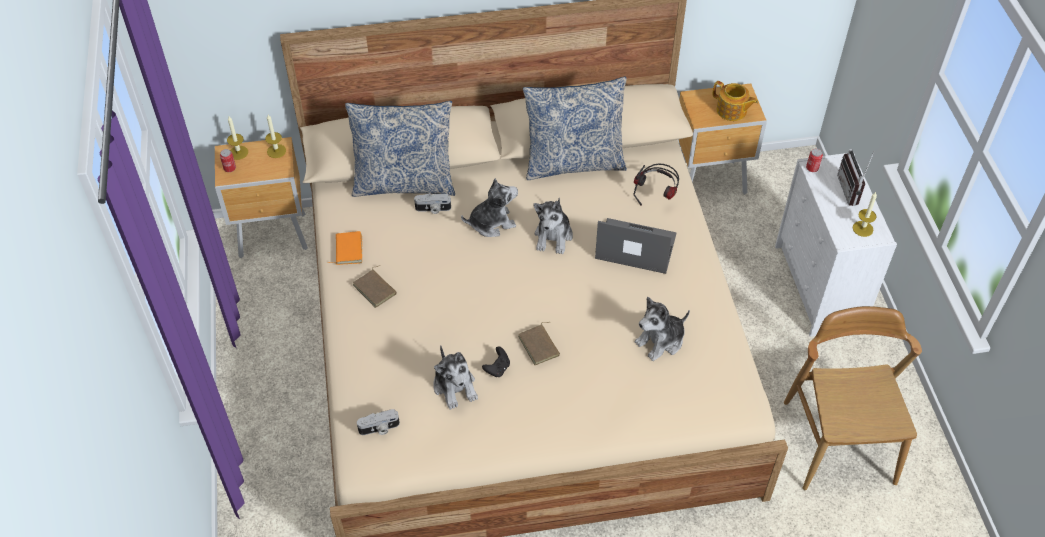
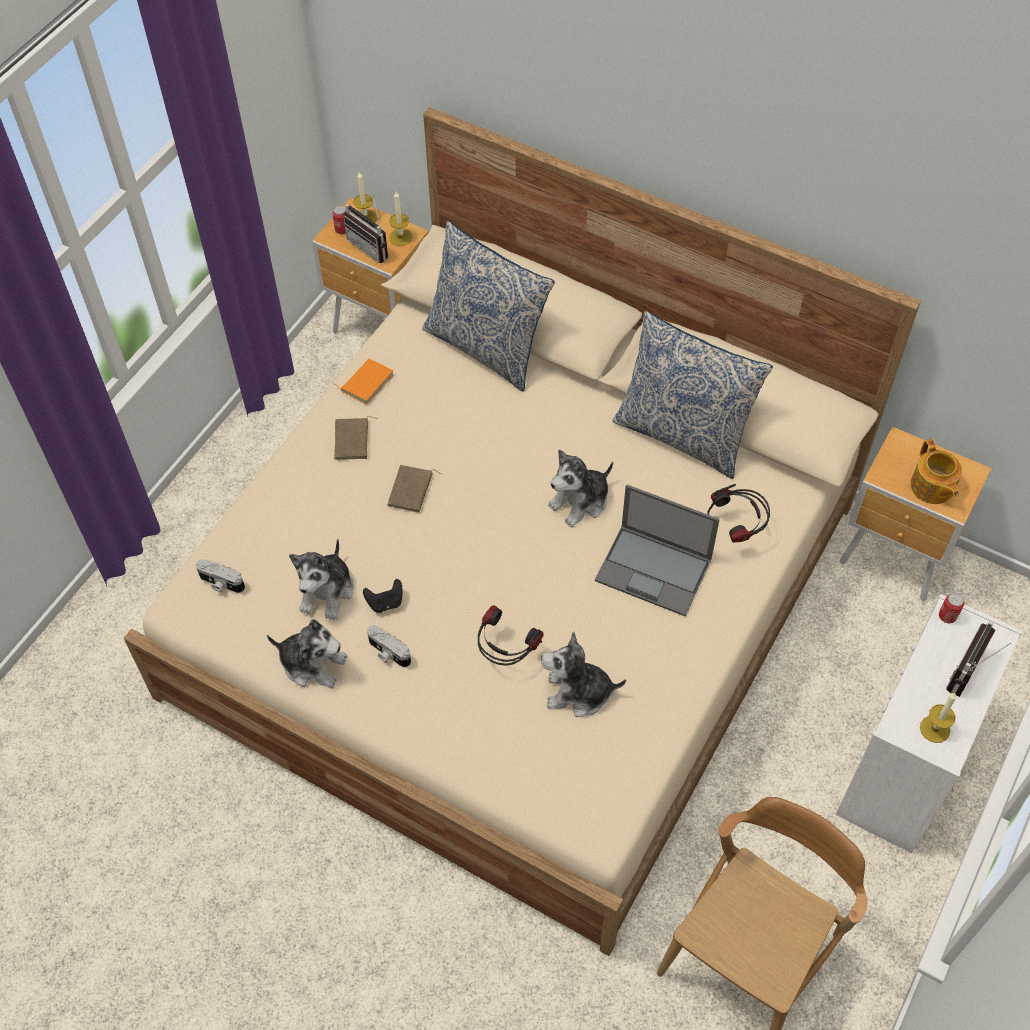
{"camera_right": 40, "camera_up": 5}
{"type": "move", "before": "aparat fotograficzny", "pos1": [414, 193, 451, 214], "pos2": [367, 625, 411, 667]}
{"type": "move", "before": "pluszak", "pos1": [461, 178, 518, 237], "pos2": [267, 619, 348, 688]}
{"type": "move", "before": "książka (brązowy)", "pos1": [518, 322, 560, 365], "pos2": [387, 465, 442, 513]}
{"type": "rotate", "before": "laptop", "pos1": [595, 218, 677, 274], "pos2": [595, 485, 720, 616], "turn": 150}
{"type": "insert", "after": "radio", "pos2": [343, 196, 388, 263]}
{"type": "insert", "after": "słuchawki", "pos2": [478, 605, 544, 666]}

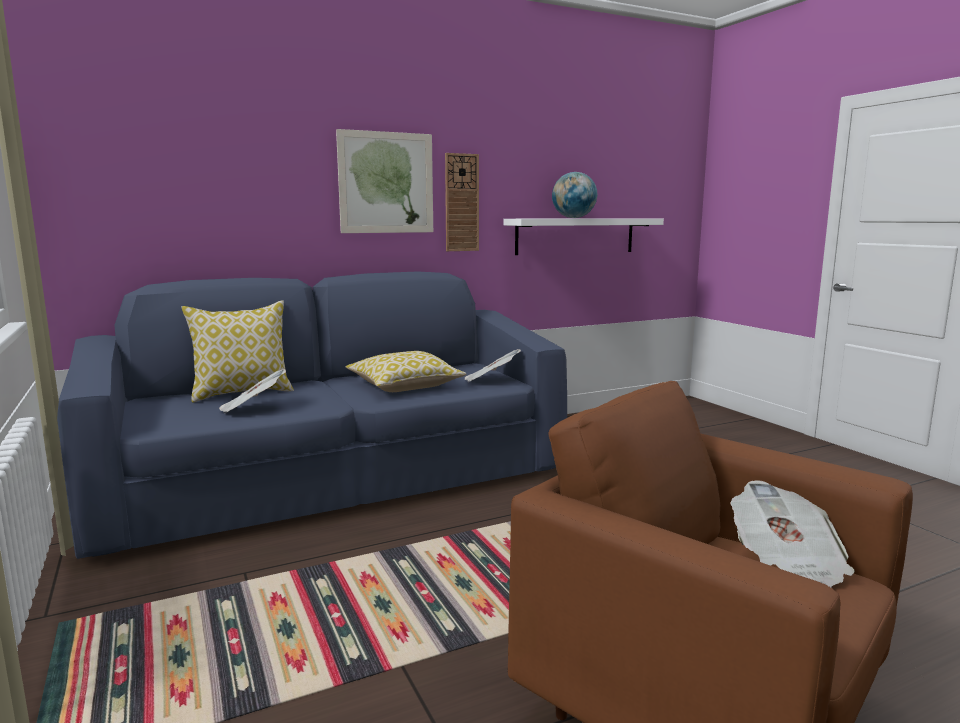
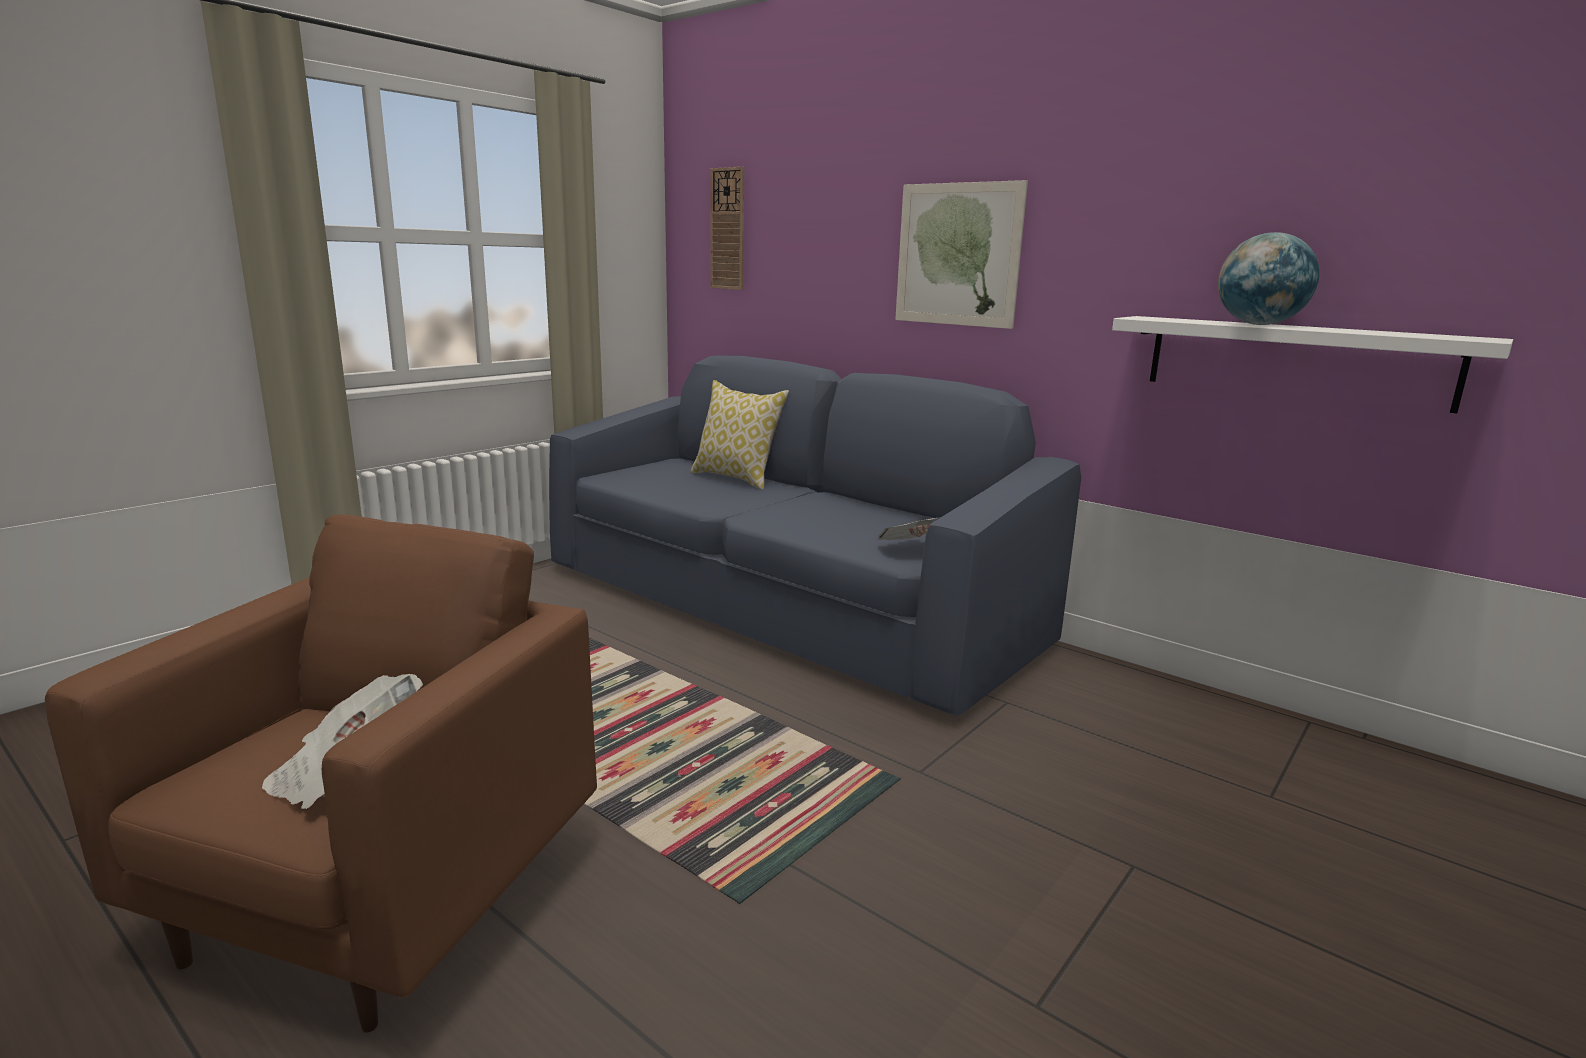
{"camera_right": 65, "camera_up": 5}
{"type": "delete", "before": "gazeta", "pos1": [219, 369, 286, 414]}
{"type": "delete", "before": "poduszka", "pos1": [346, 351, 467, 392]}
{"type": "move", "before": "zegar ścienny", "pos1": [445, 153, 479, 251], "pos2": [710, 167, 744, 290]}

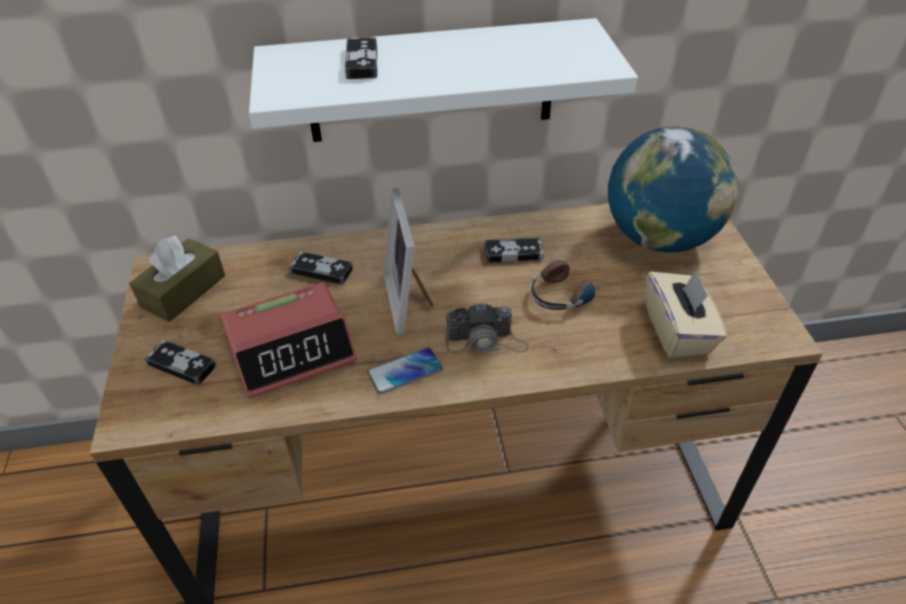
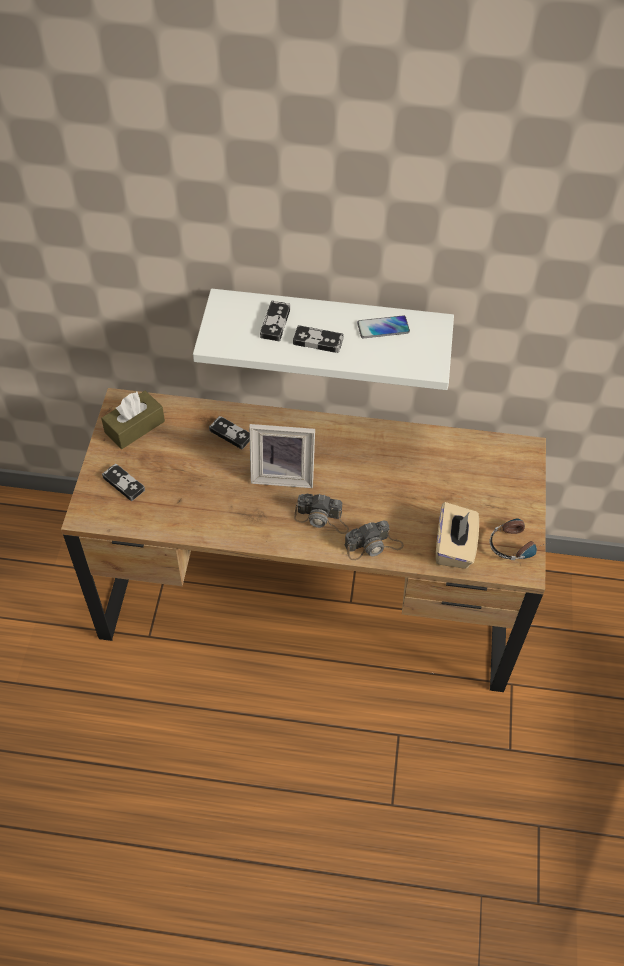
{"camera_right": 15, "camera_up": 10}
{"type": "delete", "before": "budzik", "pos1": [221, 282, 357, 398]}
{"type": "move", "before": "telefon", "pos1": [367, 347, 443, 394], "pos2": [357, 315, 410, 338]}
{"type": "rotate", "before": "ramka na zdjęcie", "pos1": [384, 188, 433, 335], "pos2": [249, 424, 315, 488], "turn": -90}
{"type": "move", "before": "pad do gier", "pos1": [485, 238, 544, 263], "pos2": [293, 325, 344, 353]}
{"type": "move", "before": "słuchawki", "pos1": [530, 260, 612, 310], "pos2": [490, 519, 547, 560]}
{"type": "delete", "before": "globus", "pos1": [608, 126, 739, 252]}
{"type": "insert", "after": "aparat fotograficzny", "pos2": [345, 520, 404, 560]}

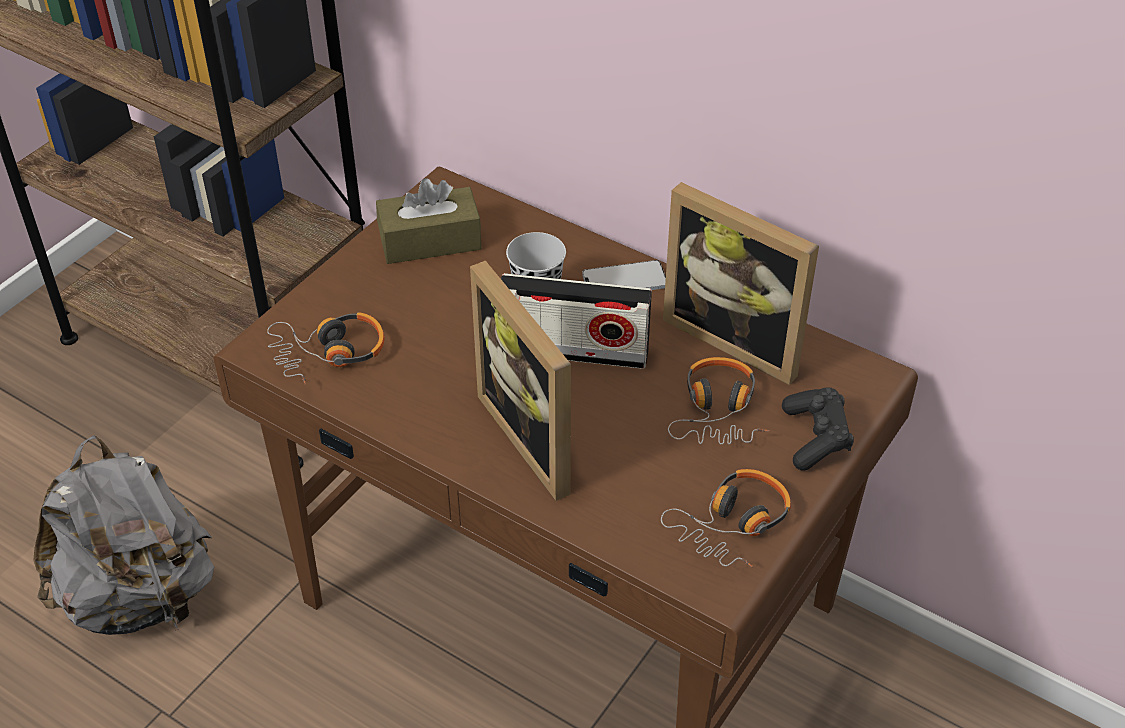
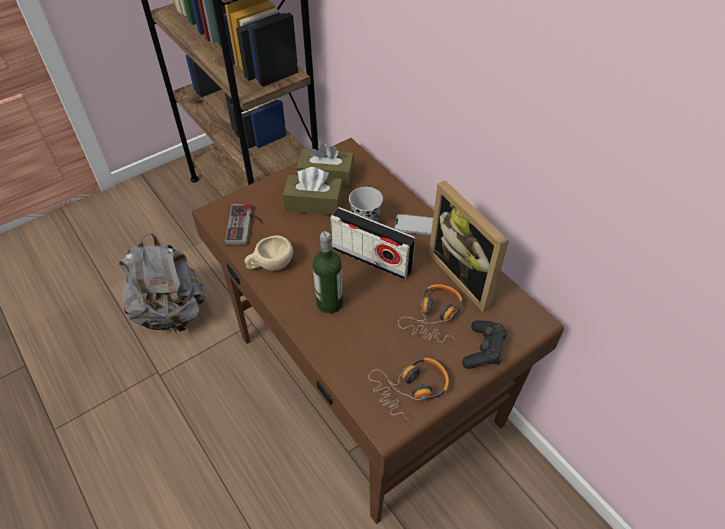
{"camera_right": 20, "camera_up": 5}
{"type": "replace", "before": "słuchawki", "after": "pad do gier", "pos1": [267, 312, 384, 385], "pos2": [225, 204, 263, 245]}
{"type": "replace", "before": "ramka na zdjęcie", "after": "butelka", "pos1": [470, 261, 571, 501], "pos2": [313, 231, 343, 314]}
{"type": "insert", "after": "filiżanka (beżowy)", "pos2": [244, 236, 293, 271]}
{"type": "insert", "after": "pudełko chusteczek (brązowy)", "pos2": [283, 167, 343, 216]}

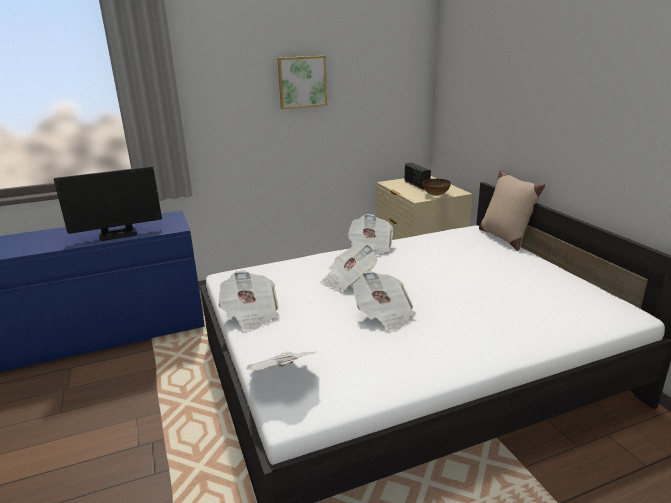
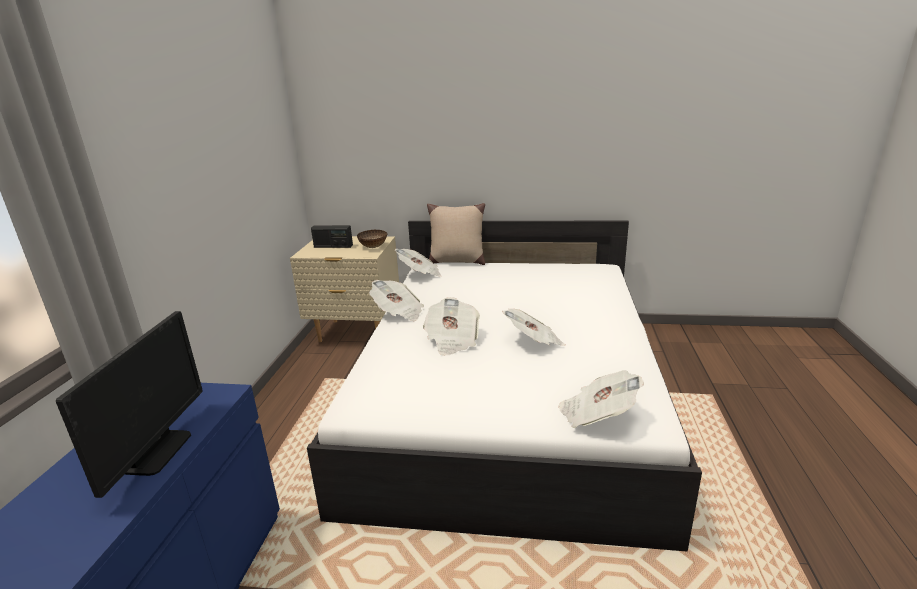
{"camera_right": -60, "camera_up": 0}
{"type": "move", "before": "gazeta", "pos1": [218, 270, 279, 332], "pos2": [395, 249, 441, 276]}
{"type": "delete", "before": "obraz", "pos1": [277, 56, 327, 109]}

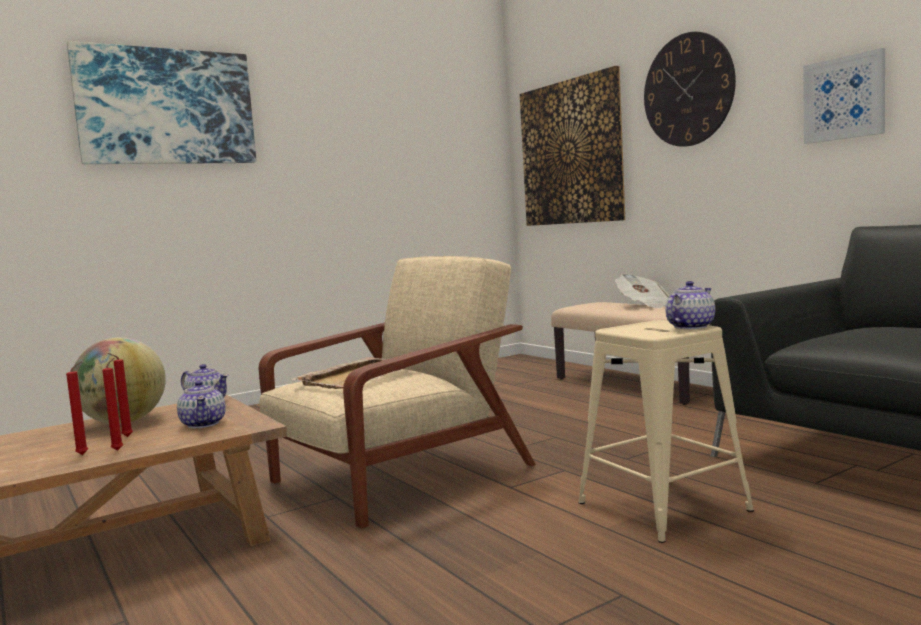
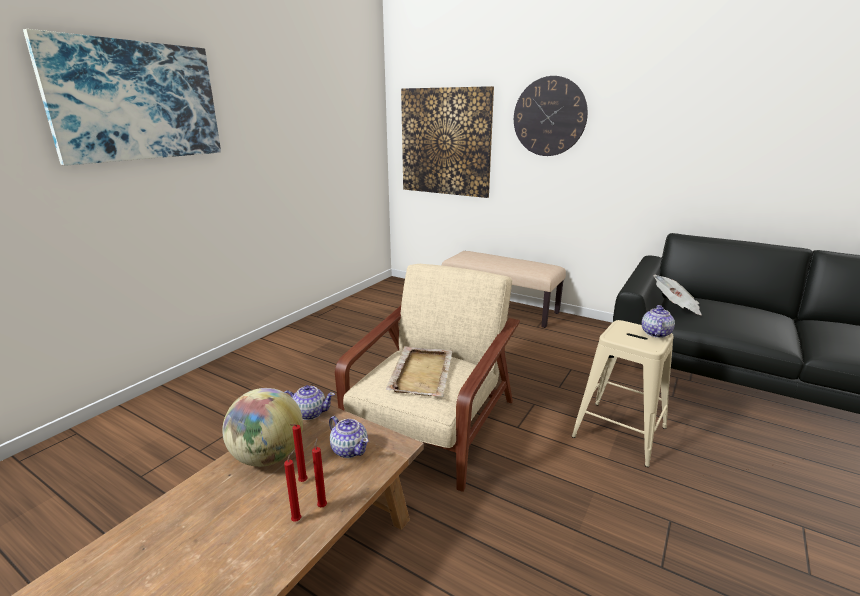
{"camera_right": -25, "camera_up": 15}
{"type": "move", "before": "gazeta", "pos1": [615, 274, 669, 309], "pos2": [654, 275, 702, 315]}
{"type": "delete", "before": "obraz", "pos1": [803, 48, 885, 144]}

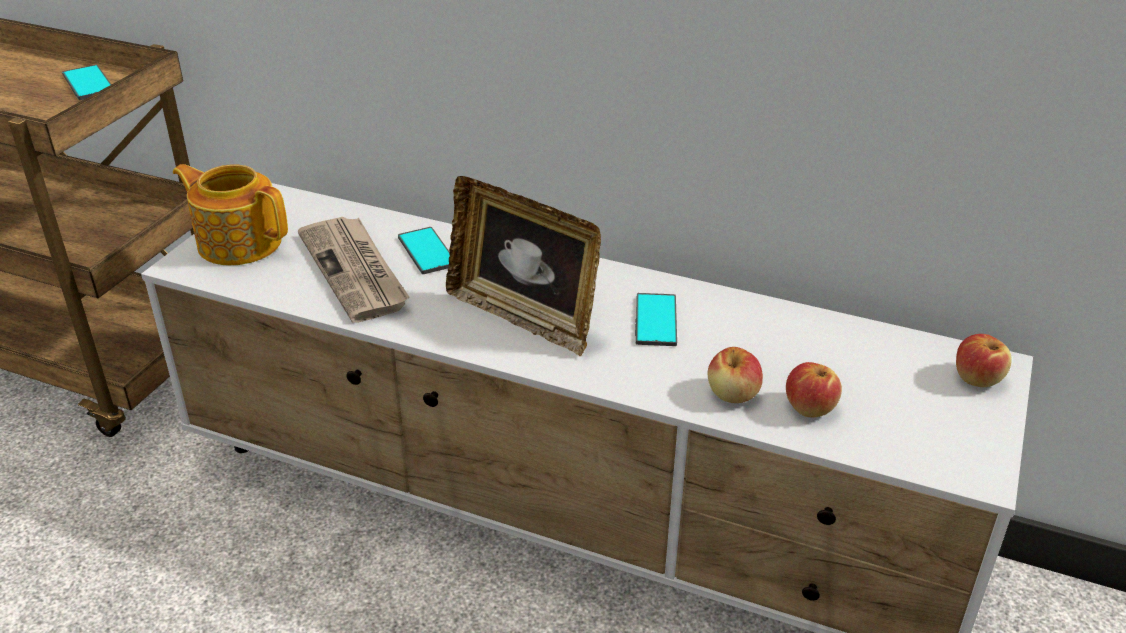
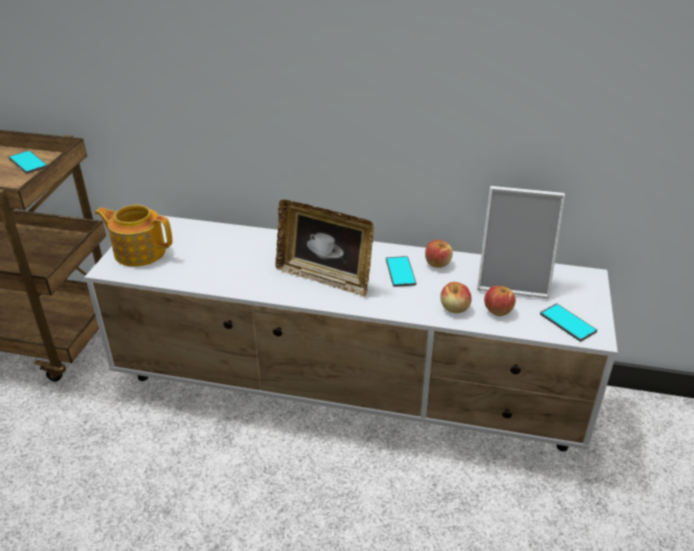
{"camera_right": -10, "camera_up": 0}
{"type": "delete", "before": "gazeta", "pos1": [298, 217, 409, 323]}
{"type": "move", "before": "telefon", "pos1": [398, 227, 450, 274], "pos2": [540, 304, 597, 342]}
{"type": "move", "before": "jabłko", "pos1": [956, 334, 1012, 387], "pos2": [425, 240, 453, 268]}
{"type": "insert", "after": "ramka na zdjęcie", "pos2": [477, 186, 565, 298]}

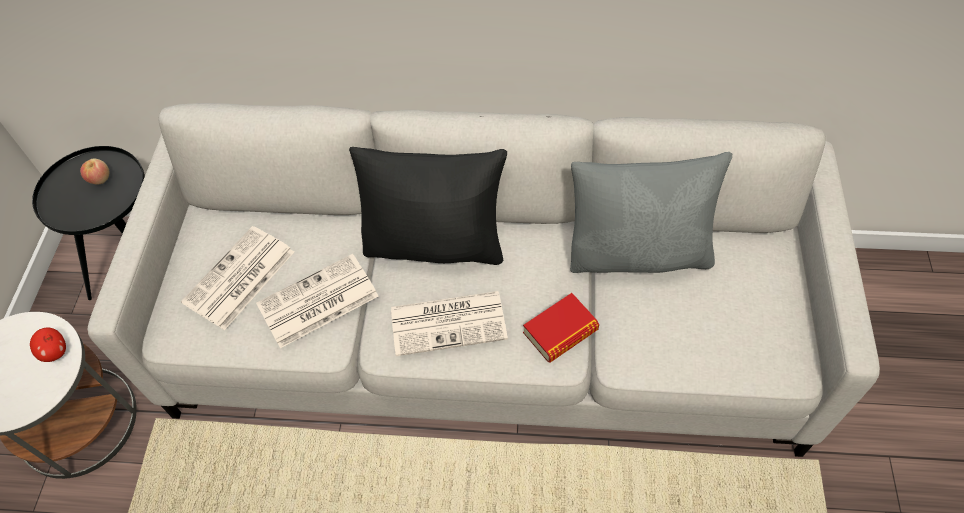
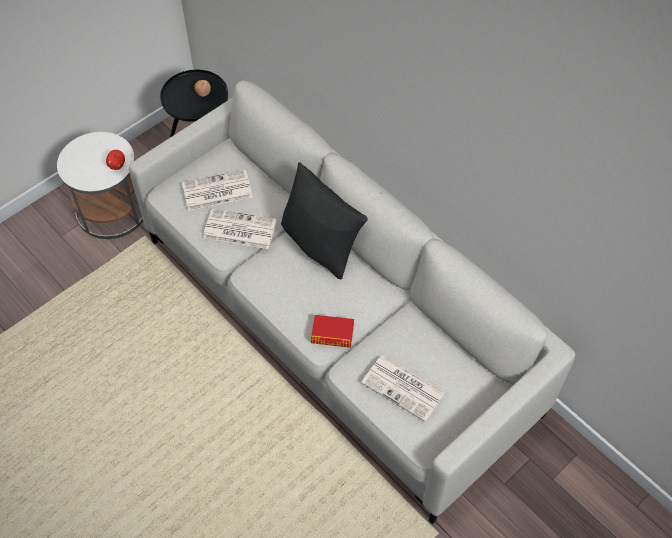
{"camera_right": 40, "camera_up": 0}
{"type": "move", "before": "gazeta", "pos1": [391, 291, 508, 356], "pos2": [361, 355, 445, 422]}
{"type": "delete", "before": "poduszka (szary)", "pos1": [570, 152, 732, 273]}

